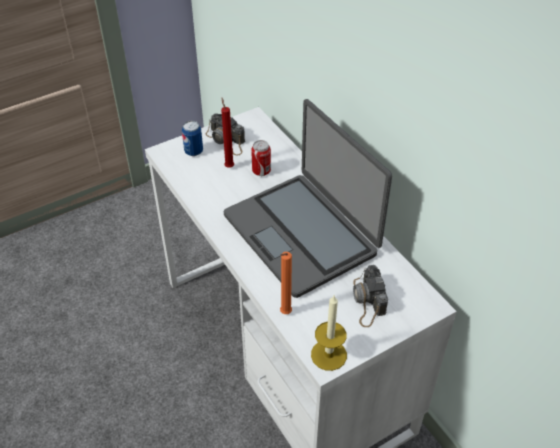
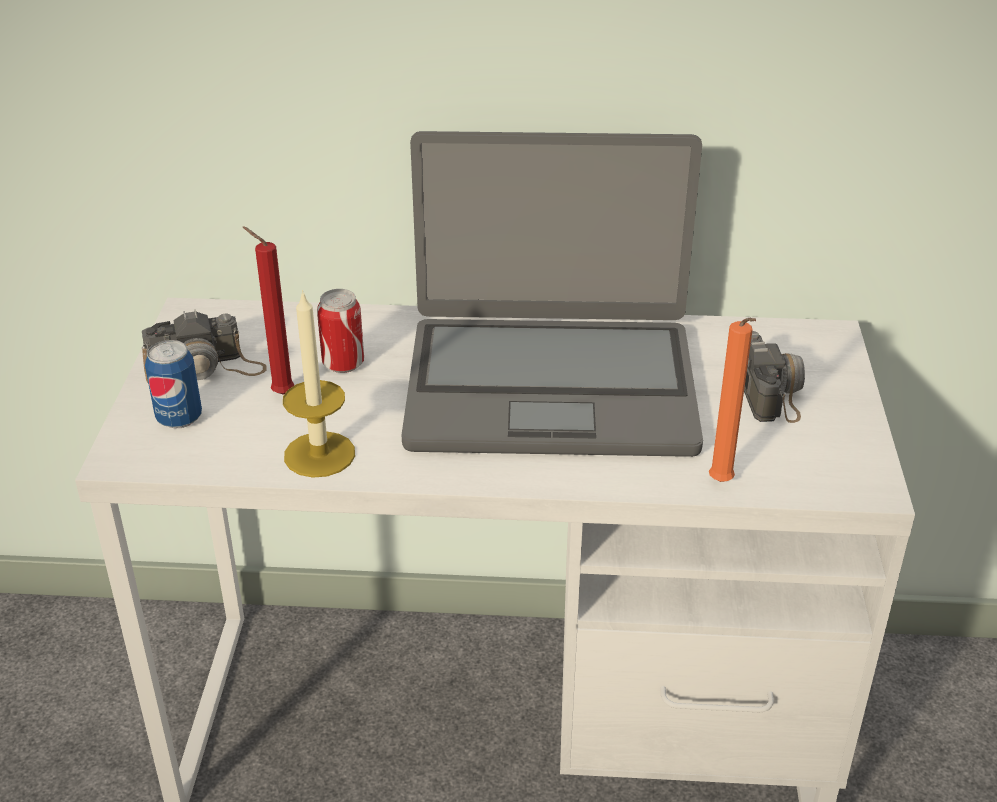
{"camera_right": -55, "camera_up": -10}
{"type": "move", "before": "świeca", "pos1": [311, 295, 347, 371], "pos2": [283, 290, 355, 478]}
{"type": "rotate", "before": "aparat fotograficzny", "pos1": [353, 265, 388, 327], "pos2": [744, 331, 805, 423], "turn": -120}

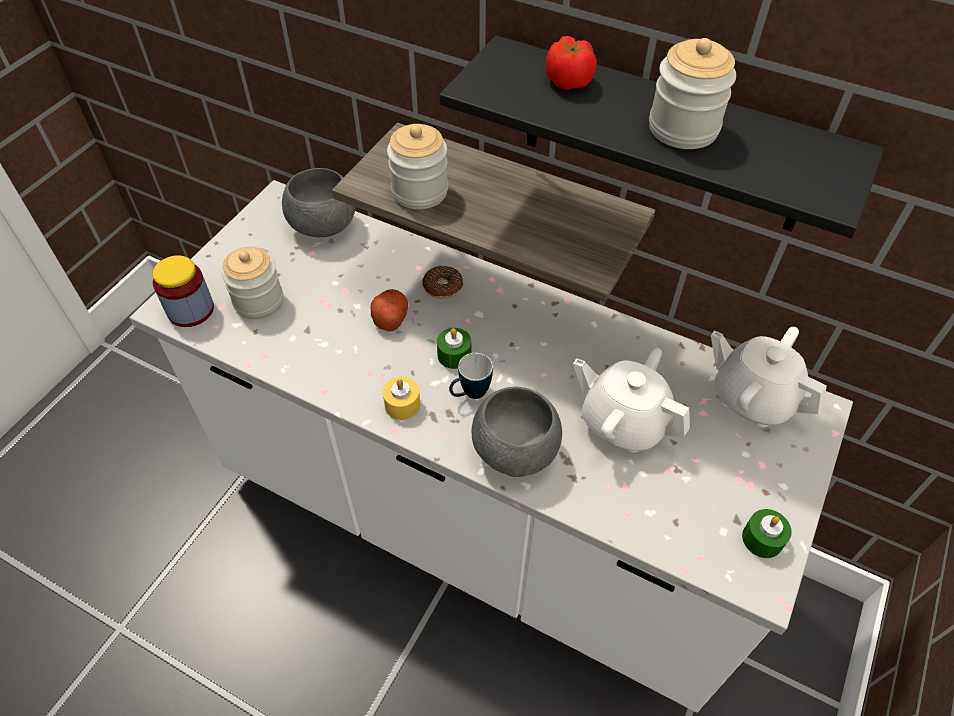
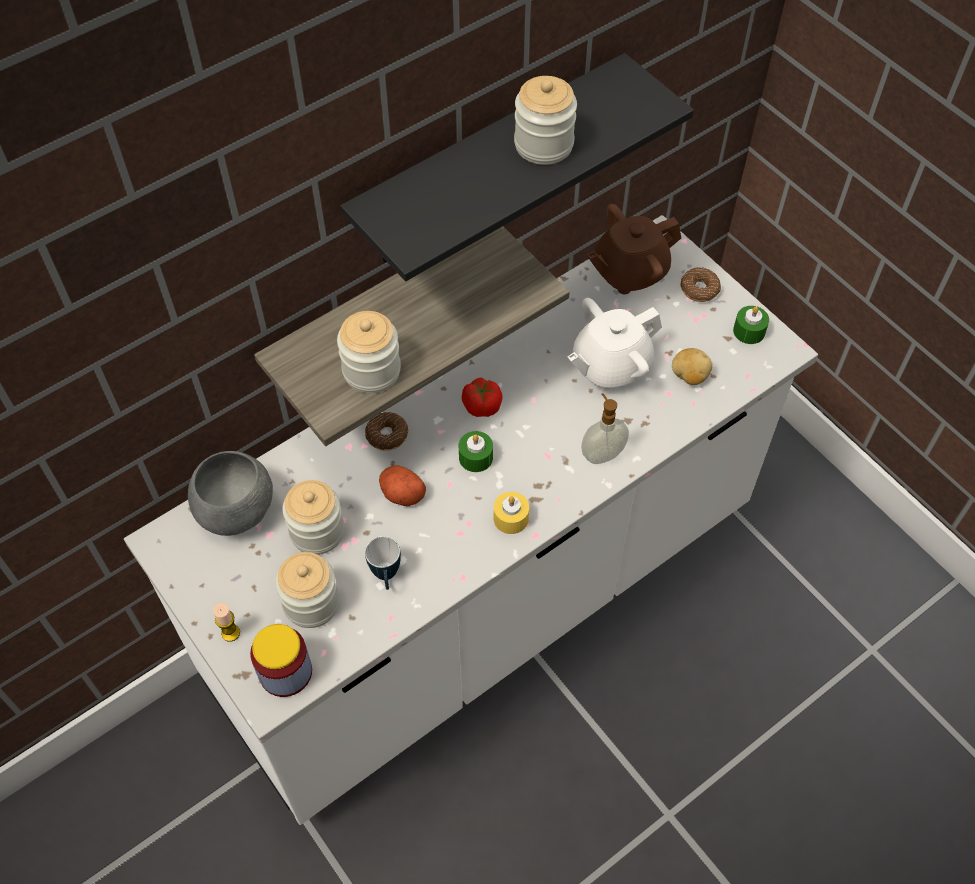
{"camera_right": -65, "camera_up": 5}
{"type": "move", "before": "kubek", "pos1": [449, 353, 493, 399], "pos2": [365, 536, 401, 590]}
{"type": "replace", "before": "miska (szary)", "after": "dozownik mydła", "pos1": [472, 387, 562, 477], "pos2": [581, 393, 629, 464]}
{"type": "move", "before": "pomidor", "pos1": [546, 36, 597, 90], "pos2": [462, 377, 503, 417]}
{"type": "recolor", "before": "imbryk (biały)", "after": "imbryk (brązowy)", "pos1": [711, 327, 827, 427], "pos2": [587, 204, 681, 294]}
{"type": "insert", "after": "świeca", "pos2": [213, 603, 240, 642]}
{"type": "insert", "after": "słoik", "pos2": [282, 480, 344, 555]}
{"type": "insert", "after": "ziemniak", "pos2": [672, 348, 712, 385]}
{"type": "insert", "after": "donut", "pos2": [680, 267, 721, 302]}

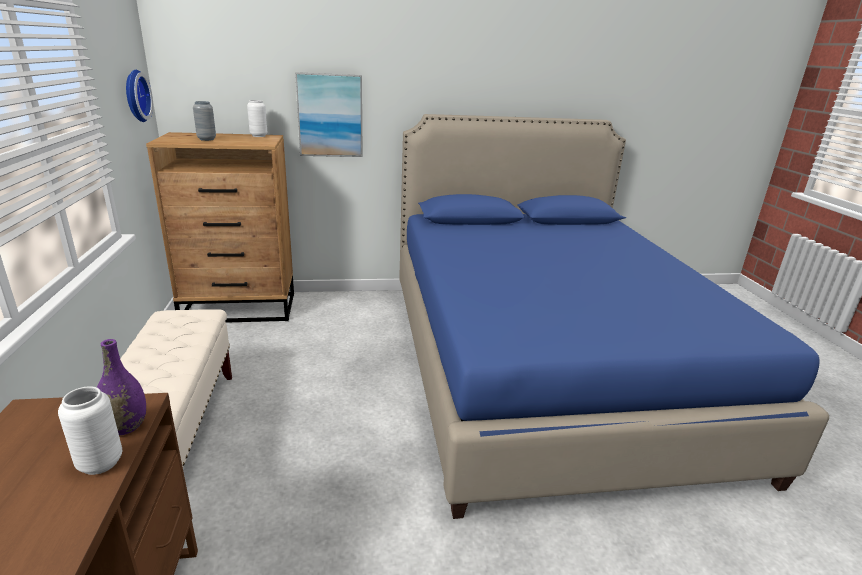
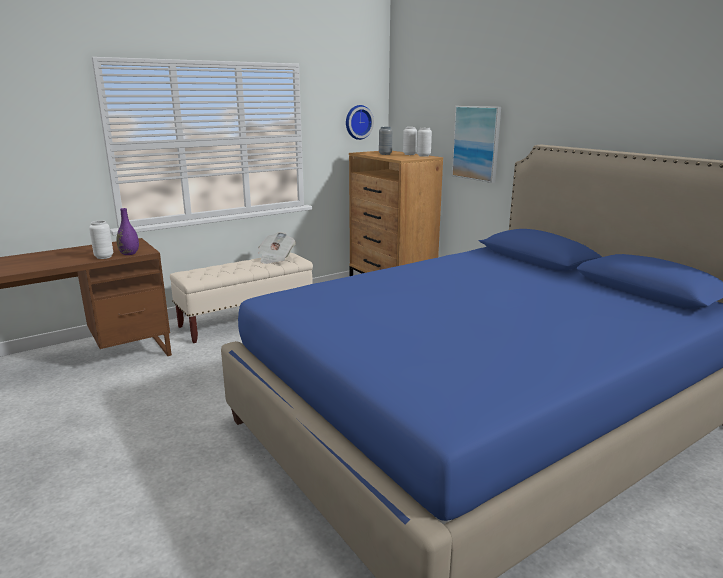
{"camera_right": 65, "camera_up": -5}
{"type": "insert", "after": "gazeta", "pos2": [258, 232, 296, 264]}
{"type": "insert", "after": "wazon (biały)", "pos2": [403, 127, 417, 155]}

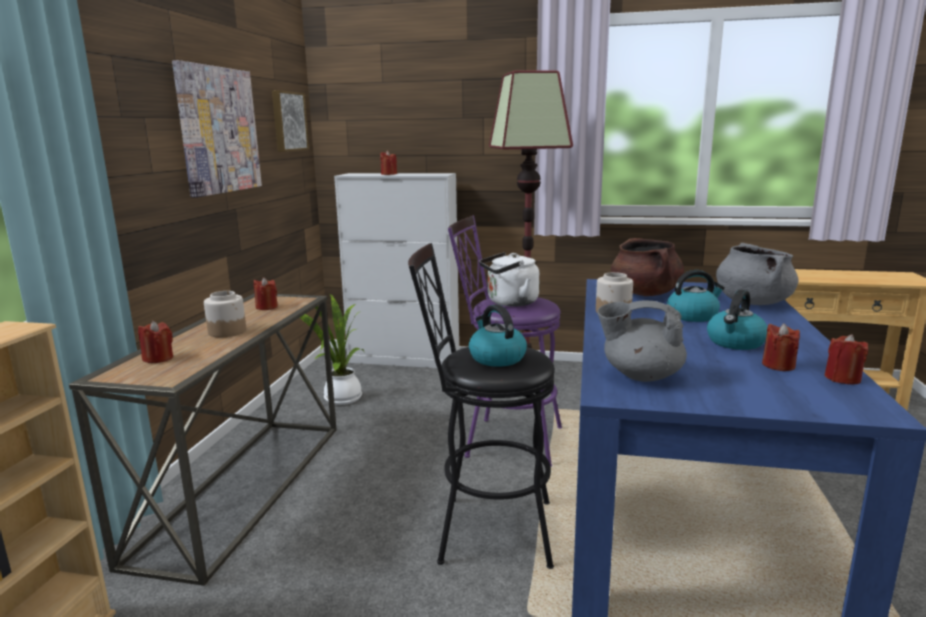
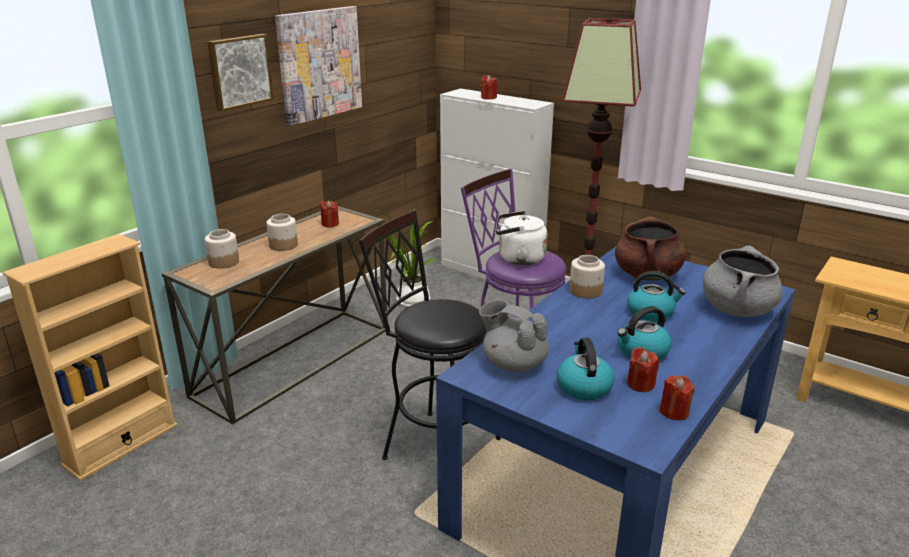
{"camera_right": 25, "camera_up": 10}
{"type": "replace", "before": "świeca (czerwony)", "after": "słoik", "pos1": [138, 321, 173, 363], "pos2": [205, 229, 239, 269]}
{"type": "move", "before": "obraz", "pos1": [272, 90, 309, 152], "pos2": [207, 34, 274, 111]}
{"type": "move", "before": "czajnik", "pos1": [469, 305, 527, 367], "pos2": [557, 338, 614, 401]}

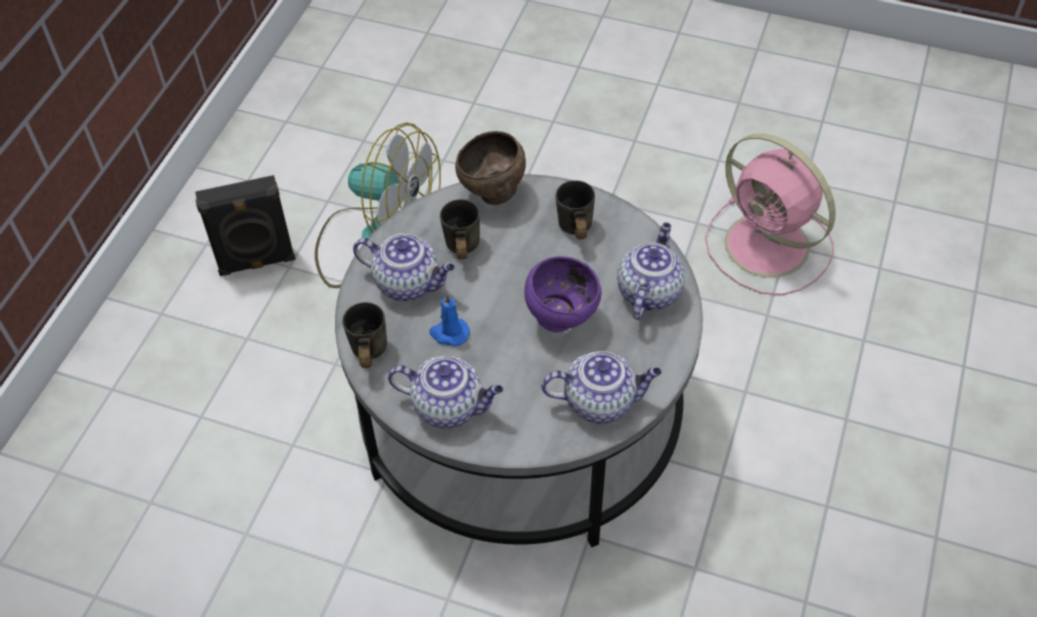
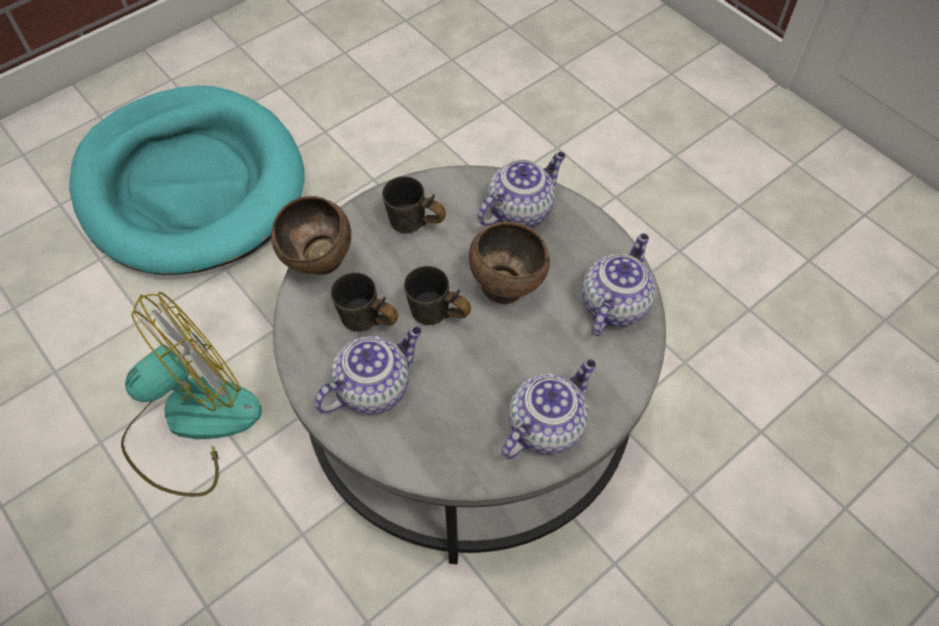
{"camera_right": -60, "camera_up": 5}
{"type": "delete", "before": "głośnik (czarny)", "pos1": [195, 175, 296, 276]}
{"type": "move", "before": "kubek (szary)", "pos1": [342, 302, 387, 368], "pos2": [404, 266, 471, 325]}
{"type": "delete", "before": "świeca (niebieski)", "pos1": [429, 293, 470, 346]}
{"type": "recolor", "before": "miska (fioletowy)", "after": "miska (brązowy)", "pos1": [524, 256, 601, 333], "pos2": [469, 222, 550, 305]}
{"type": "rotate", "before": "imbryk", "pos1": [617, 222, 685, 319], "pos2": [477, 152, 566, 227], "turn": 90}
{"type": "delete", "before": "wentylator (różowy)", "pos1": [705, 134, 836, 295]}
{"type": "insert", "after": "legowisko (turkusowy)", "pos2": [69, 86, 304, 275]}

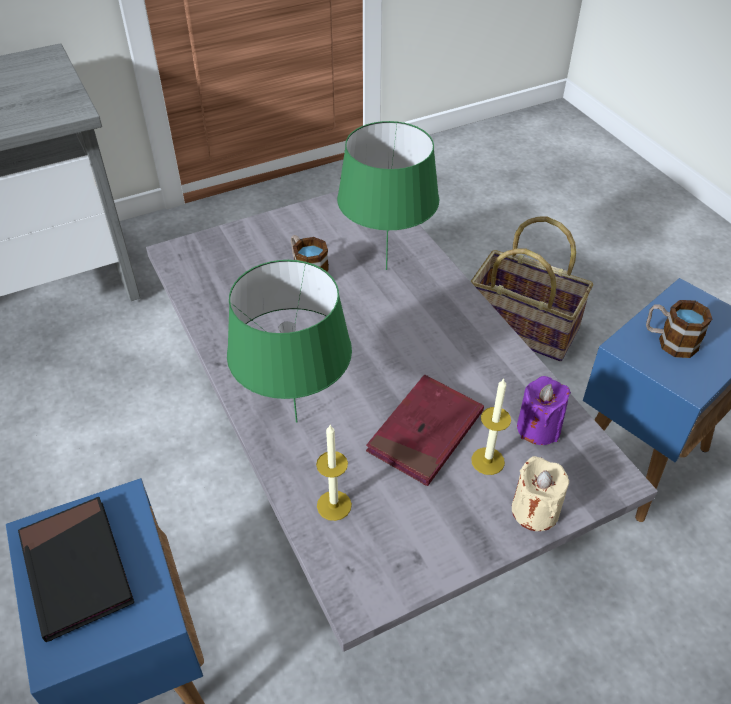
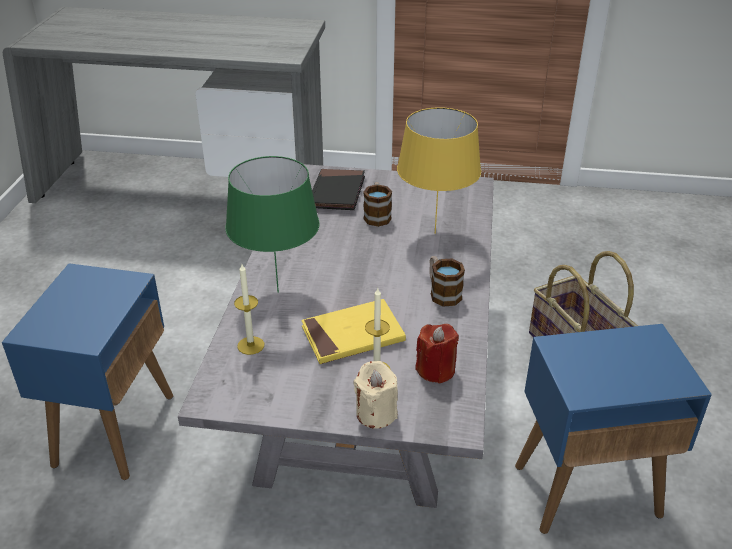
{"camera_right": 35, "camera_up": -10}
{"type": "move", "before": "książka (czarny)", "pos1": [18, 497, 134, 642], "pos2": [312, 169, 365, 210]}
{"type": "recolor", "before": "lampa stołowa (zielony)", "after": "lampa stołowa (żółty)", "pos1": [337, 121, 439, 270], "pos2": [397, 107, 481, 234]}
{"type": "recolor", "before": "książka (czerwony)", "after": "książka (żółty)", "pos1": [366, 375, 484, 486], "pos2": [301, 299, 406, 364]}
{"type": "recolor", "before": "świeca (fioletowy)", "after": "świeca (czerwony)", "pos1": [517, 376, 571, 445], "pos2": [415, 324, 459, 384]}
{"type": "move", "before": "kubek", "pos1": [646, 300, 712, 358], "pos2": [429, 256, 465, 307]}

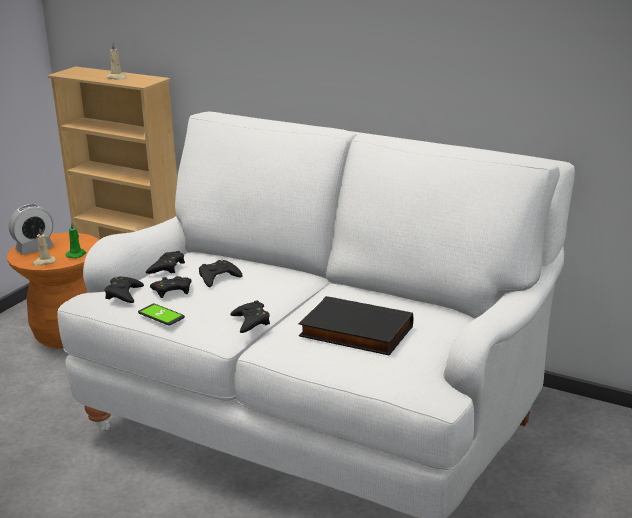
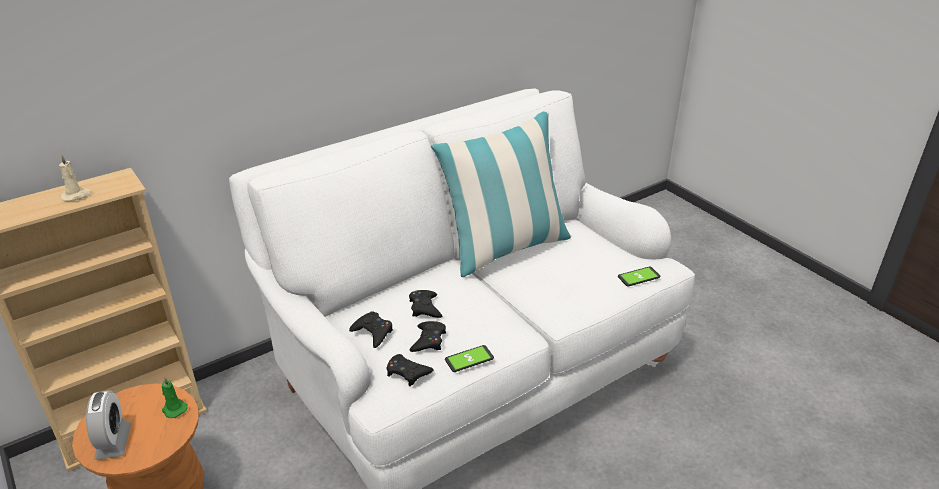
{"camera_right": -65, "camera_up": 10}
{"type": "delete", "before": "świeca (beżowy)", "pos1": [33, 229, 56, 266]}
{"type": "delete", "before": "pad do gier (czarny)", "pos1": [230, 300, 270, 333]}
{"type": "delete", "before": "książka (czarny)", "pos1": [299, 296, 413, 355]}
{"type": "insert", "after": "poduszka", "pos2": [431, 111, 572, 277]}
{"type": "insert", "after": "telefon", "pos2": [618, 267, 660, 286]}

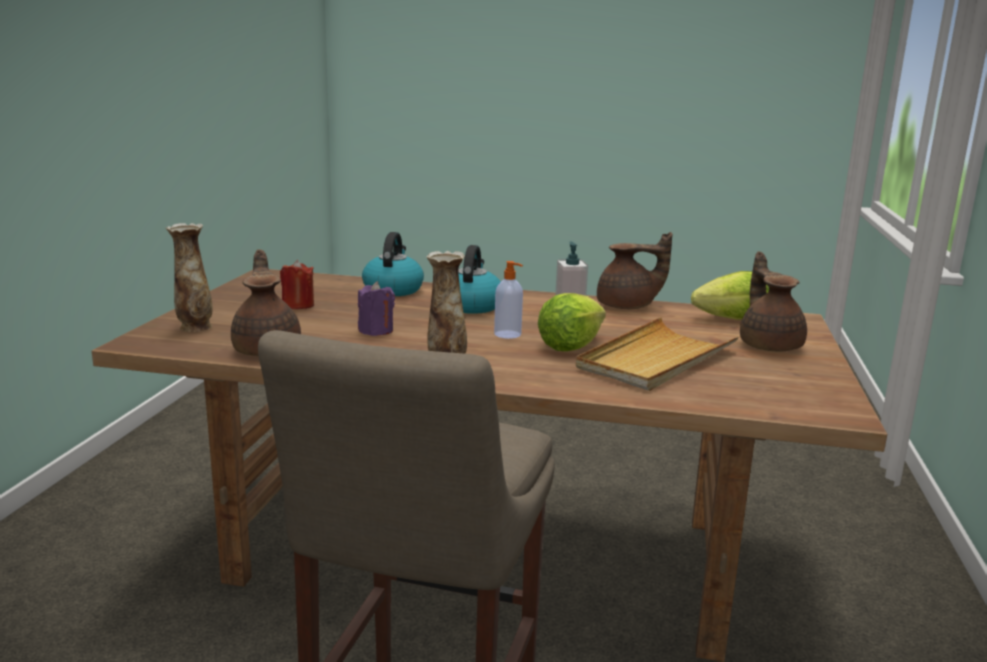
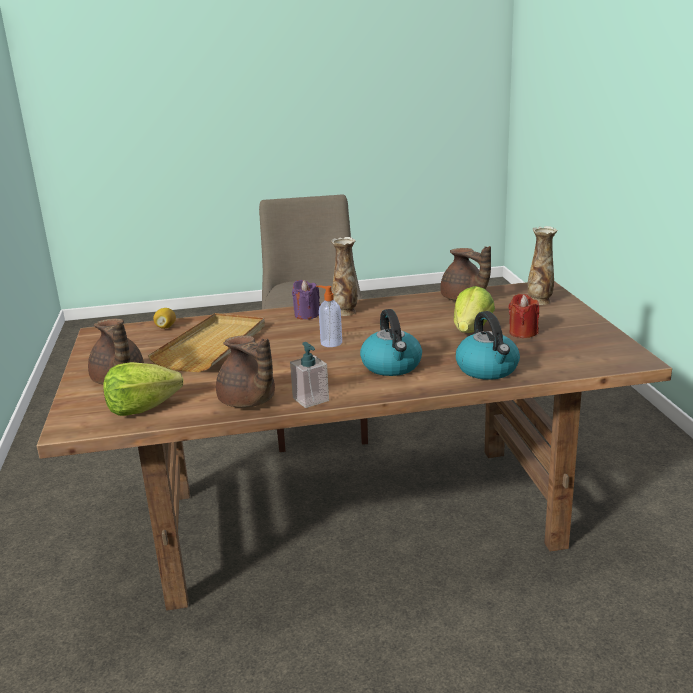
{"camera_right": 160, "camera_up": 5}
{"type": "move", "before": "świeca (fioletowy)", "pos1": [358, 281, 395, 336], "pos2": [292, 280, 320, 320]}
{"type": "move", "before": "sałata", "pos1": [538, 293, 606, 351], "pos2": [454, 286, 495, 333]}
{"type": "rotate", "before": "imbryk (brązowy)", "pos1": [597, 232, 672, 309], "pos2": [216, 335, 275, 408], "turn": -105}
{"type": "insert", "after": "cytryna", "pos2": [153, 308, 176, 329]}

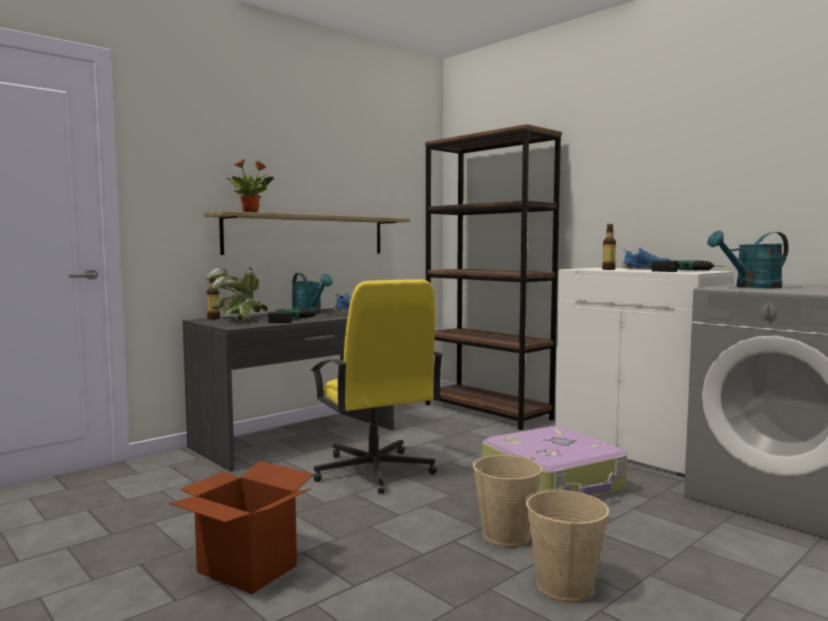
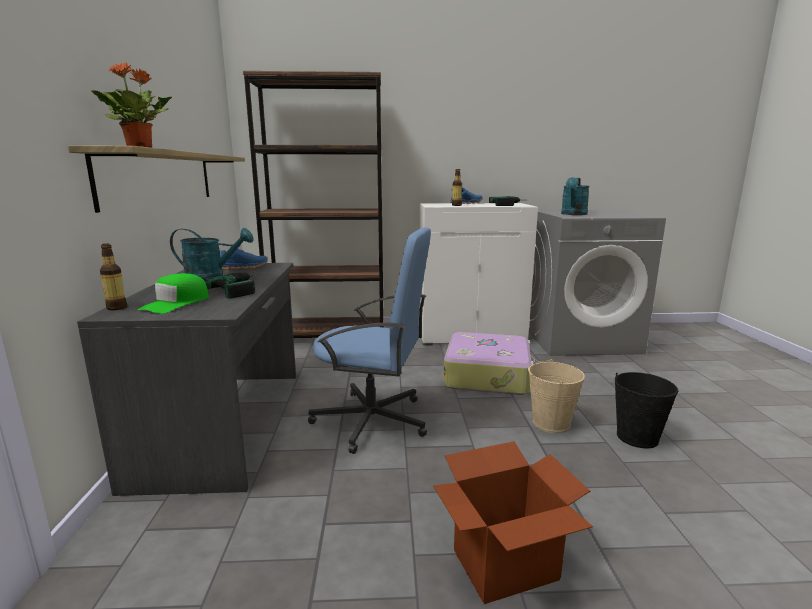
{"camera_right": -50, "camera_up": 10}
{"type": "replace", "before": "roślina doniczkowa", "after": "czapka z daszkiem (zielony)", "pos1": [207, 267, 268, 322], "pos2": [138, 273, 209, 314]}
{"type": "recolor", "before": "krzesło biurowe (żółty)", "after": "krzesło biurowe (niebieski)", "pos1": [311, 279, 443, 494], "pos2": [308, 227, 431, 454]}
{"type": "recolor", "before": "wiadro (beżowy)", "after": "wiadro (czarny)", "pos1": [525, 486, 609, 603], "pos2": [615, 372, 679, 448]}

